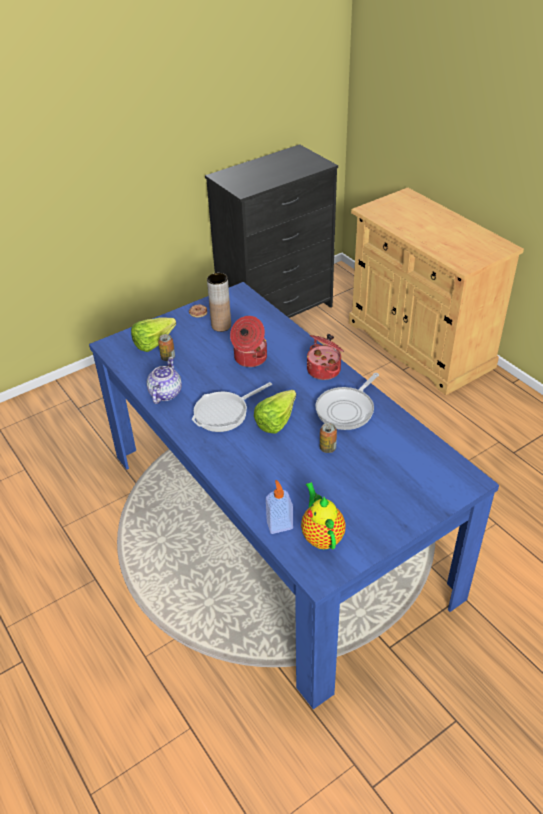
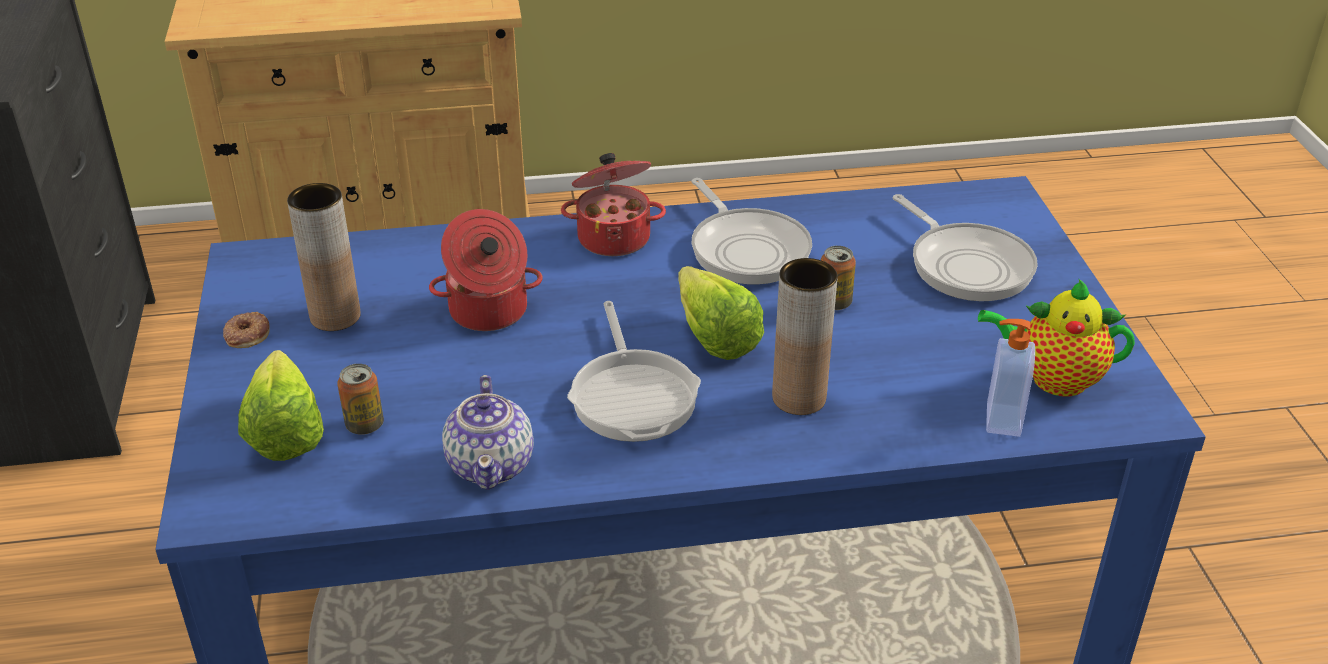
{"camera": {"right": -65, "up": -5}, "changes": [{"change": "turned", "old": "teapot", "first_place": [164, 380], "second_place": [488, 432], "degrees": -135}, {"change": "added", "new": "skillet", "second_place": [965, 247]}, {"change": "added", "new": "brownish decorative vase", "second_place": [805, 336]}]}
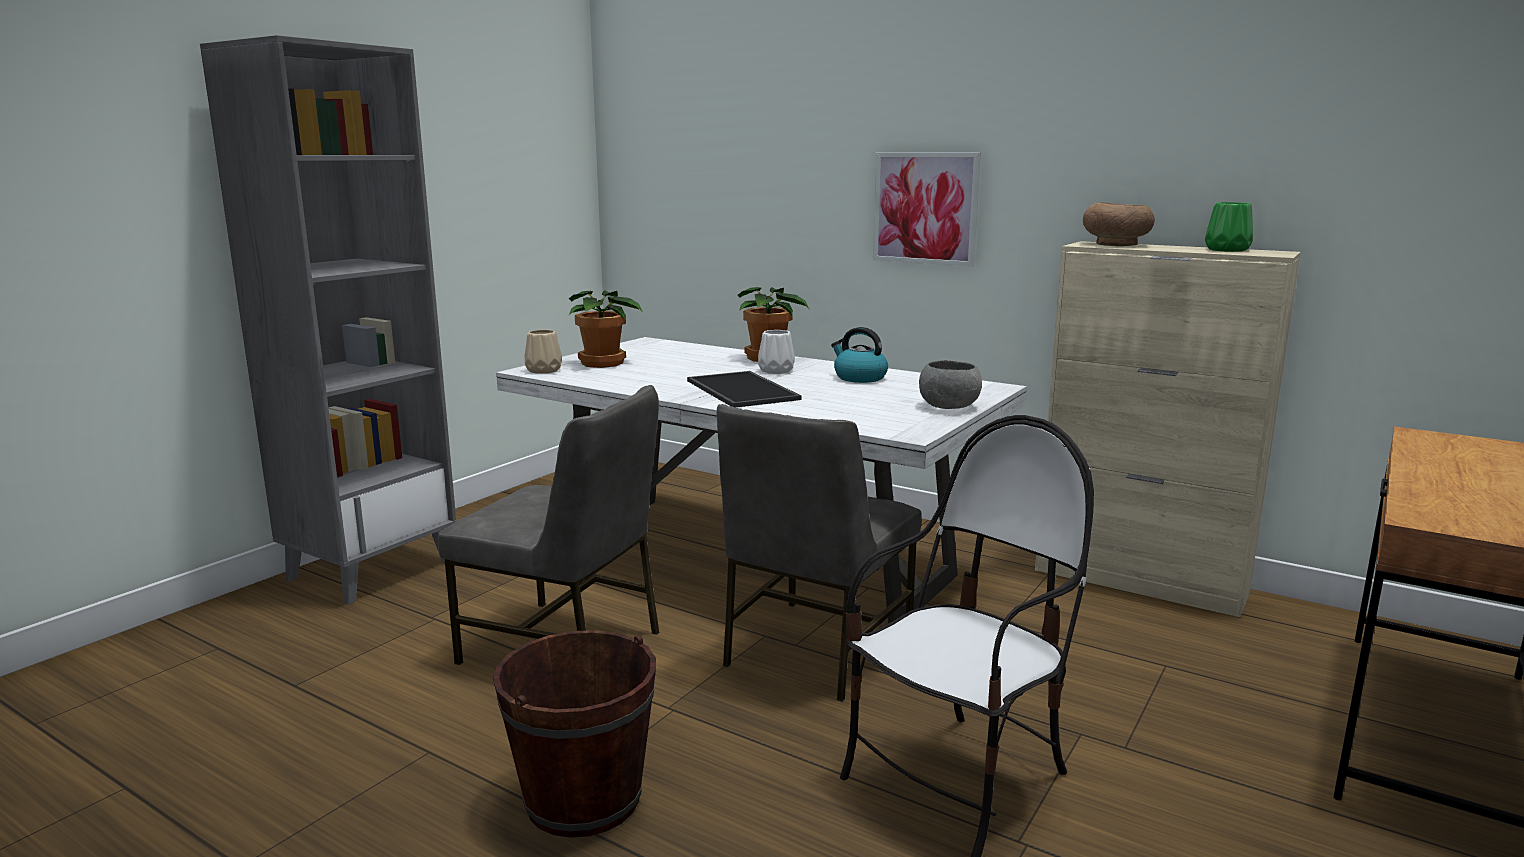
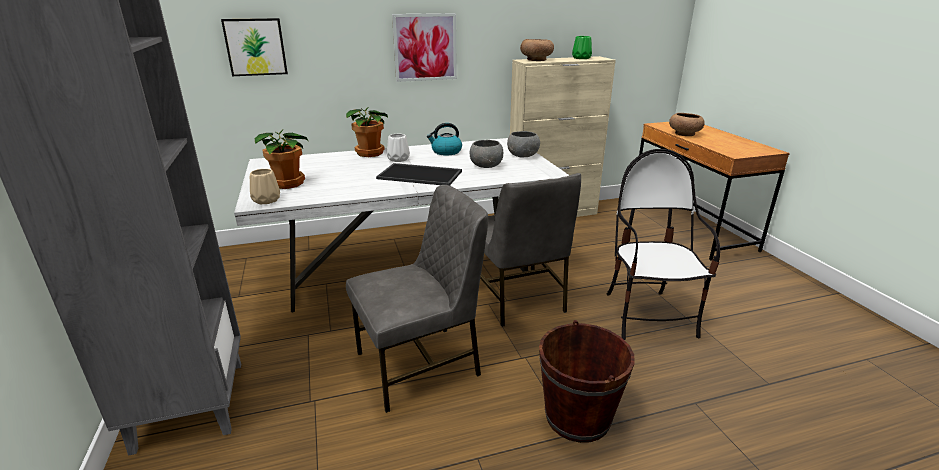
{"camera": {"right": -50, "up": 10}, "changes": [{"change": "added", "new": "wall art", "second_place": [254, 47]}, {"change": "added", "new": "brownish serving bowl", "second_place": [687, 124]}, {"change": "added", "new": "gray serving bowl", "second_place": [486, 154]}]}
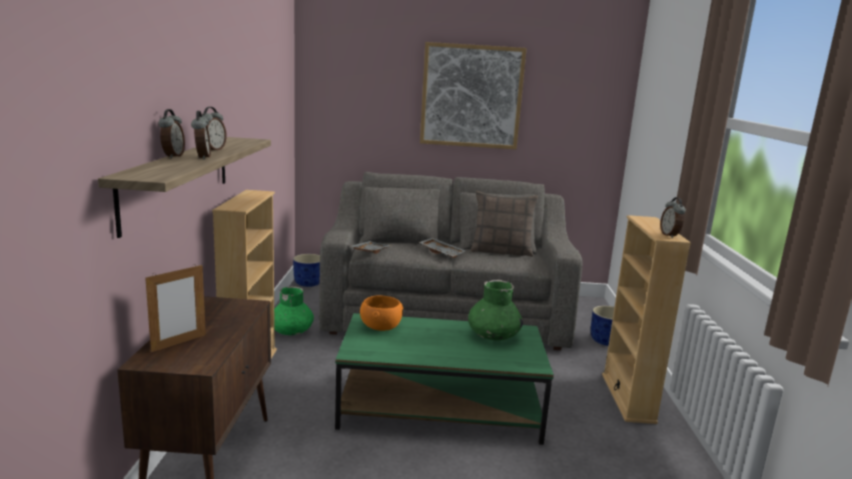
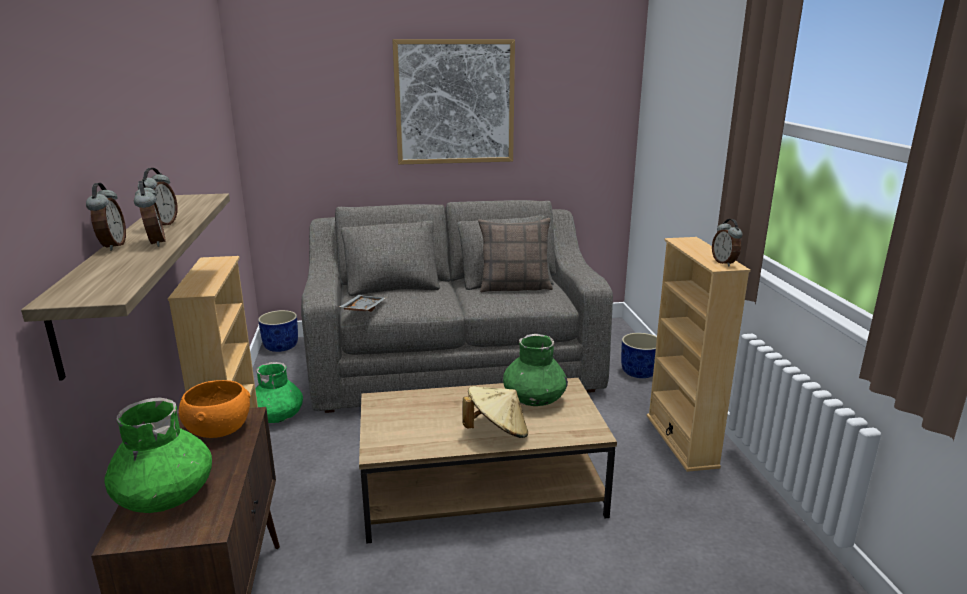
{"camera": {"right": -10, "up": 5}, "changes": [{"change": "removed", "old": "gray serving tray", "first_place": [442, 248]}, {"change": "replaced", "old": "standing frame", "new": "green-coloured decorative vase", "first_place": [175, 308], "second_place": [158, 455]}, {"change": "moved", "old": "orange-coloured serving bowl", "first_place": [381, 313], "second_place": [214, 409]}, {"change": "recoloured", "old": "green-coloured coffee table", "new": "brownish coffee table", "first_place": [444, 379], "second_place": [488, 461]}, {"change": "added", "new": "sand-coloured wearable hat", "second_place": [495, 412]}]}
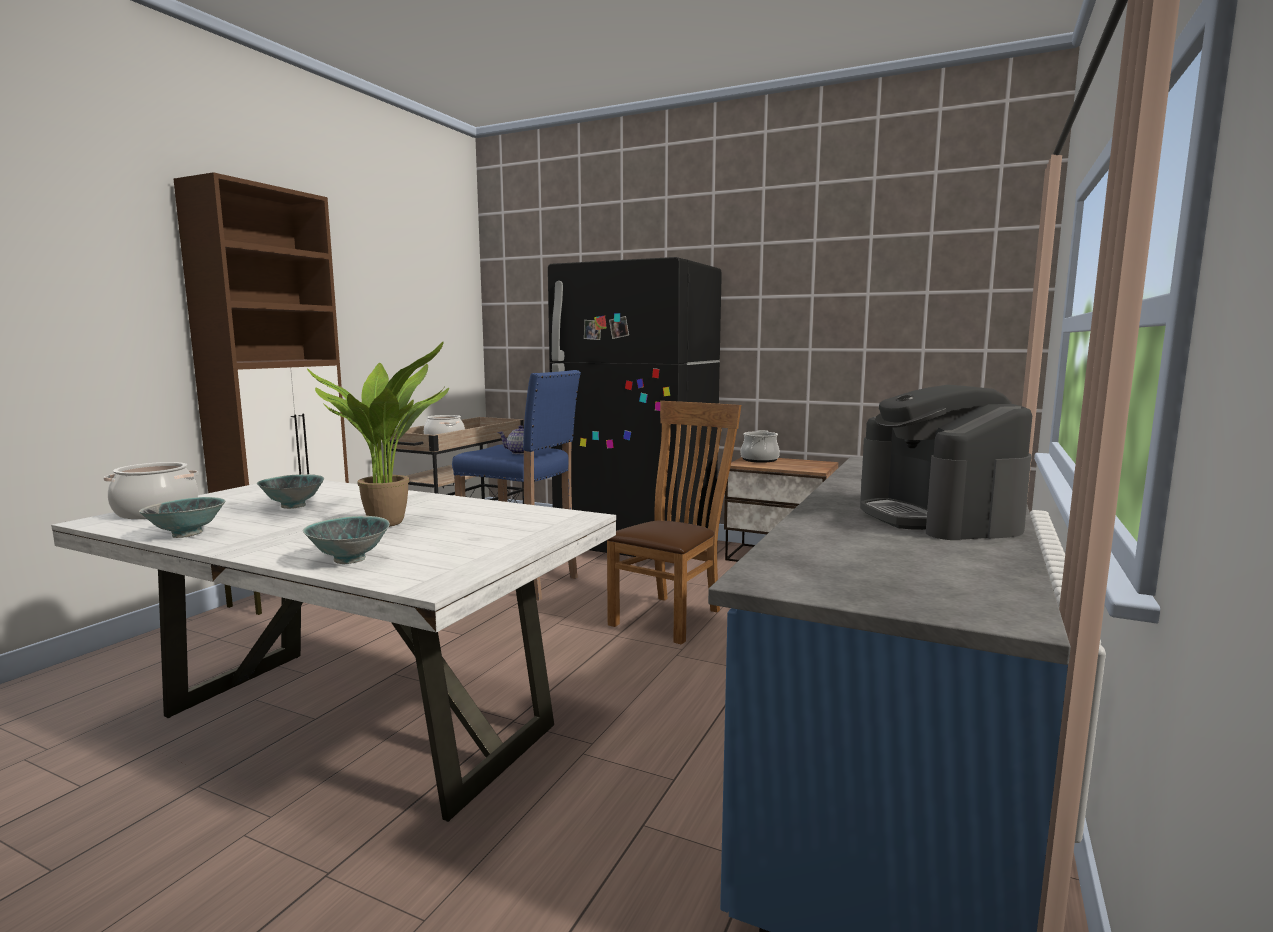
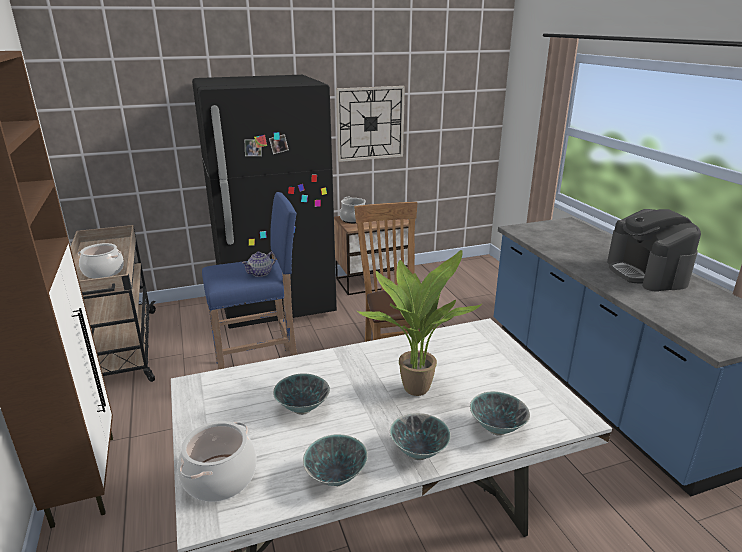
{"camera": {"right": -45, "up": 15}, "changes": [{"change": "turned", "old": "coffee brewer", "first_place": [946, 462], "second_place": [654, 250], "degrees": 45}, {"change": "added", "new": "wall clock", "second_place": [370, 124]}, {"change": "added", "new": "serving bowl", "second_place": [420, 436]}]}
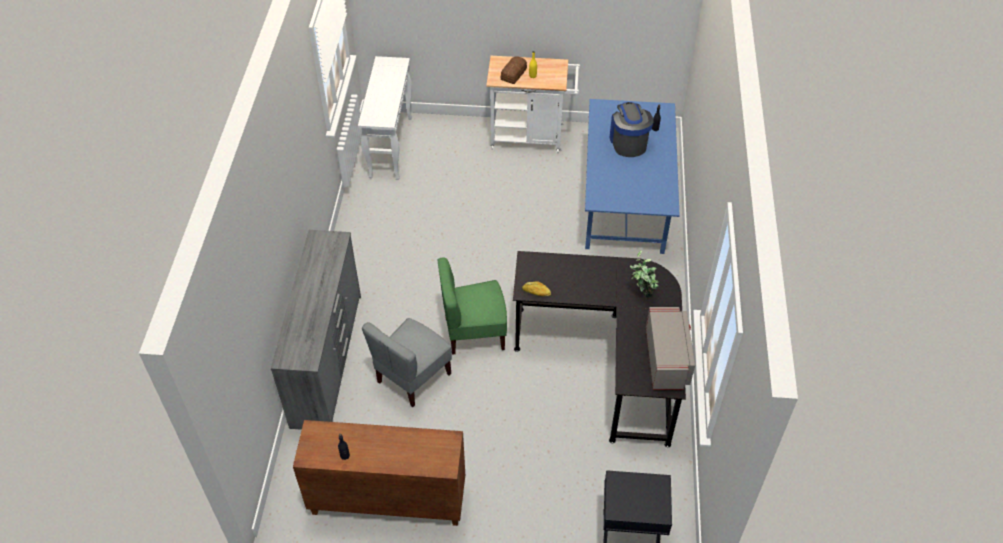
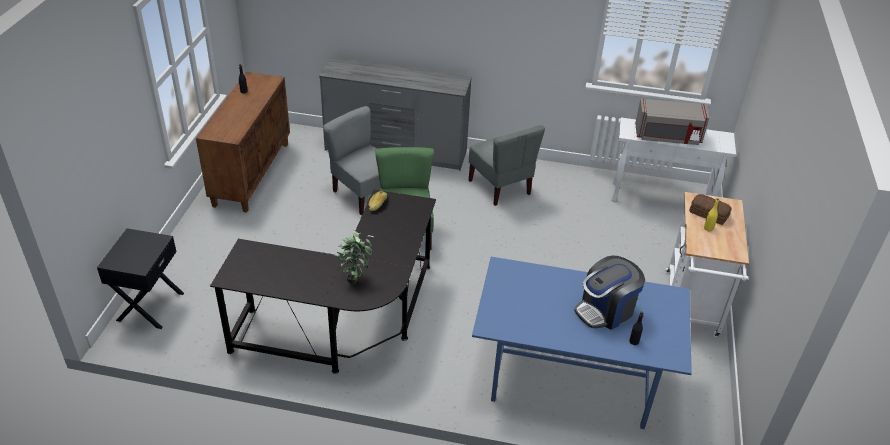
{"camera": {"right": 95, "up": -10}, "changes": [{"change": "turned", "old": "coffee brewer", "first_place": [631, 129], "second_place": [609, 292], "degrees": 150}, {"change": "moved", "old": "gray microwave", "first_place": [670, 348], "second_place": [672, 121]}, {"change": "added", "new": "gray plain chair", "second_place": [507, 165]}]}
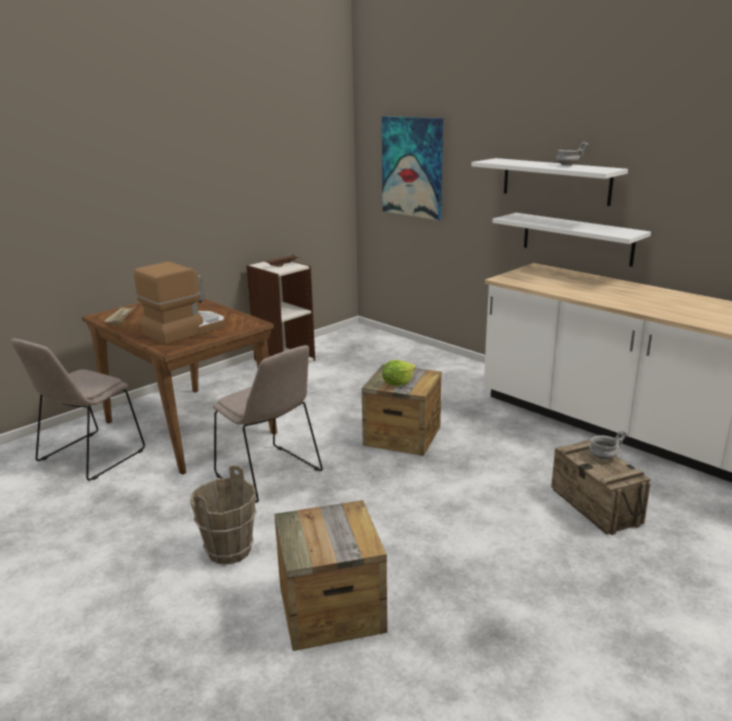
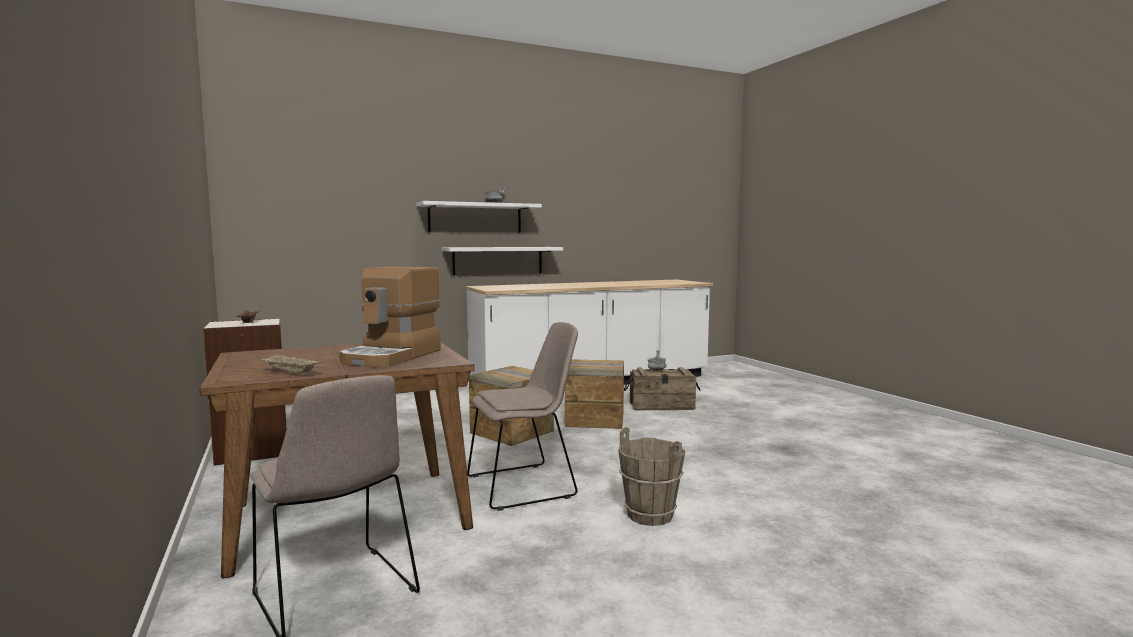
{"camera": {"right": -70, "up": -15}, "changes": [{"change": "removed", "old": "wall art", "first_place": [412, 168]}, {"change": "turned", "old": "coffee brewer", "first_place": [179, 303], "second_place": [390, 317], "degrees": -135}, {"change": "removed", "old": "head of lettuce", "first_place": [399, 373]}, {"change": "moved", "old": "packing crate", "first_place": [330, 575], "second_place": [594, 394]}]}
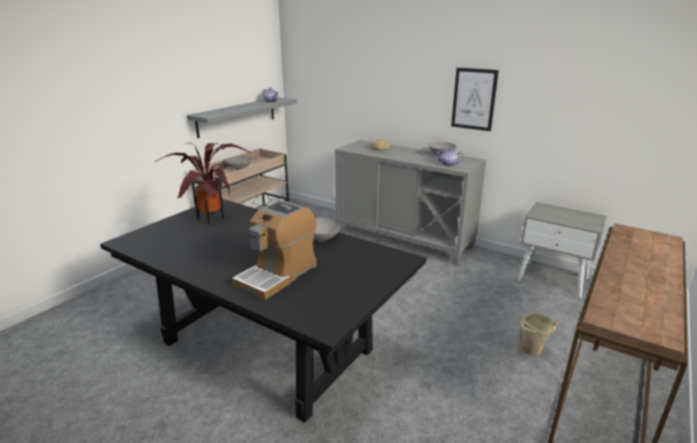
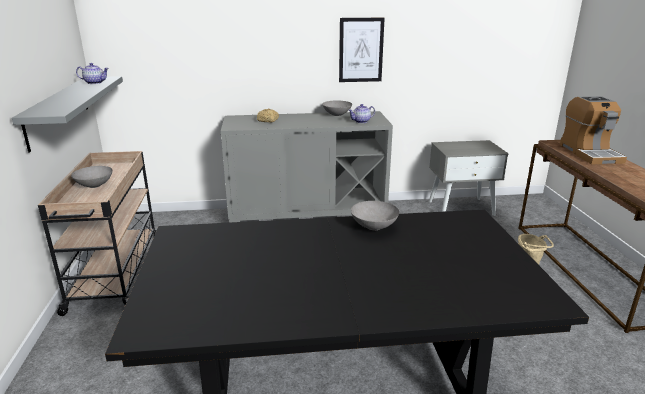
{"camera": {"right": -40, "up": 0}, "changes": [{"change": "removed", "old": "houseplant", "first_place": [203, 183]}, {"change": "moved", "old": "coffee brewer", "first_place": [274, 250], "second_place": [593, 130]}]}
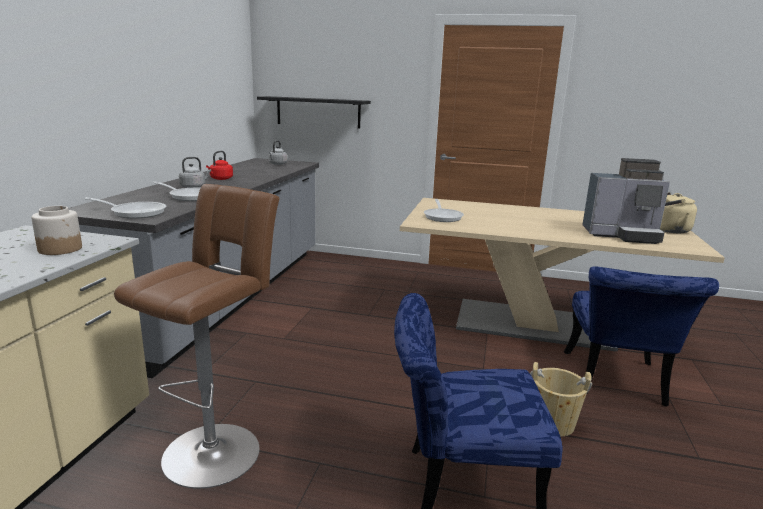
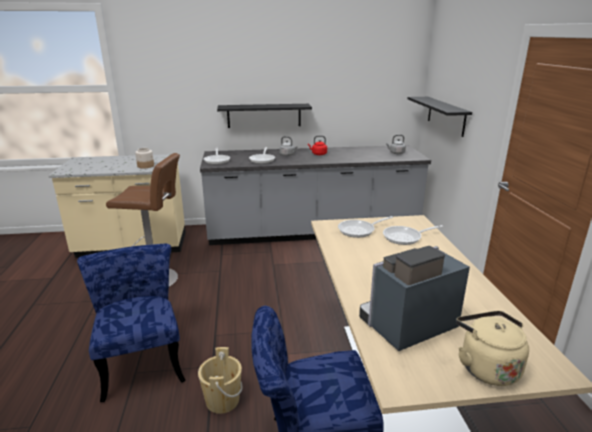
{"camera": {"right": 70, "up": 5}, "changes": [{"change": "turned", "old": "coffee brewer", "first_place": [626, 201], "second_place": [414, 298], "degrees": 75}, {"change": "added", "new": "blackish shelf", "second_place": [264, 116]}, {"change": "added", "new": "skillet", "second_place": [413, 235]}]}
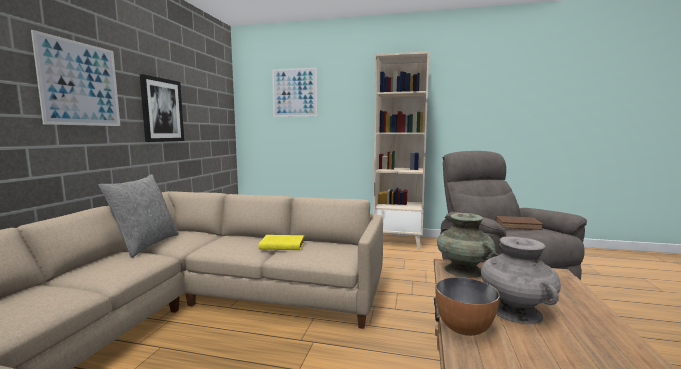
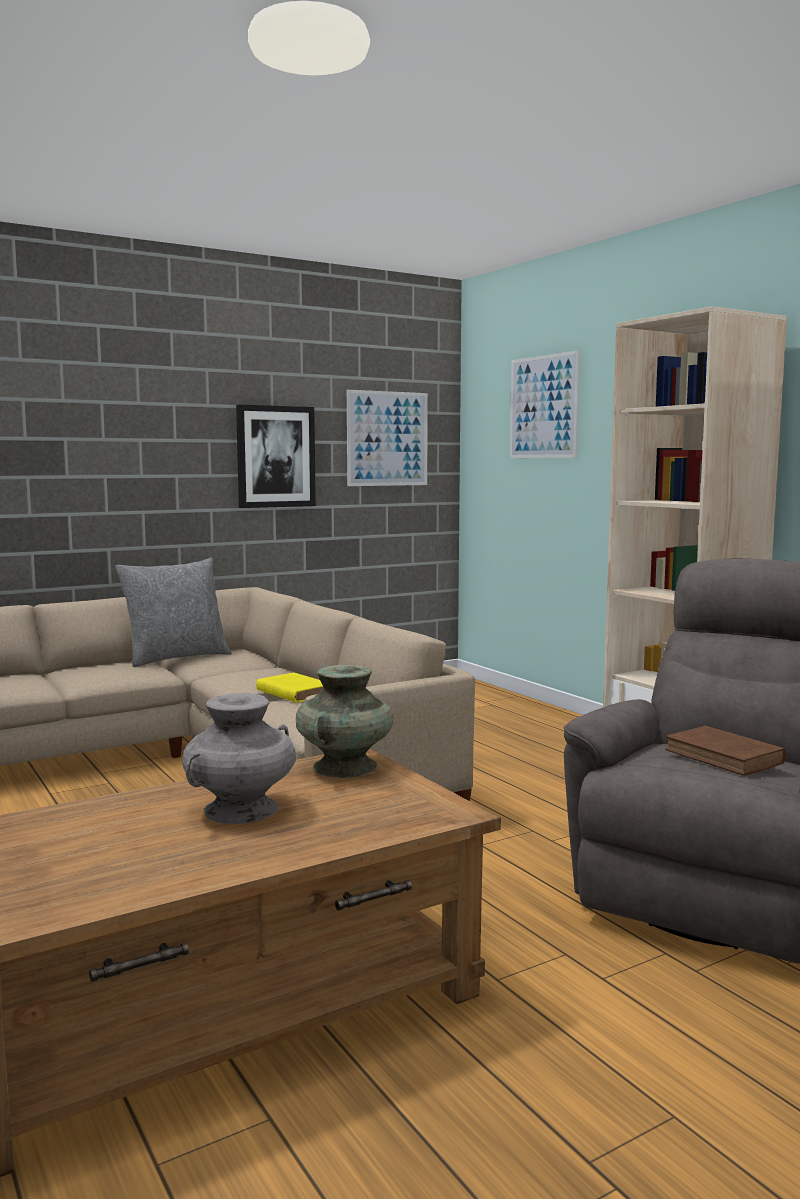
{"camera": {"right": 45, "up": 0}, "changes": [{"change": "moved", "old": "wall art", "first_place": [75, 78], "second_place": [387, 438]}, {"change": "removed", "old": "serving bowl", "first_place": [467, 306]}]}
